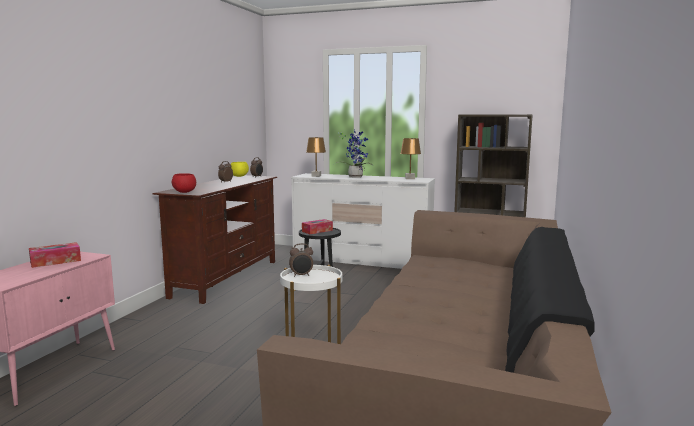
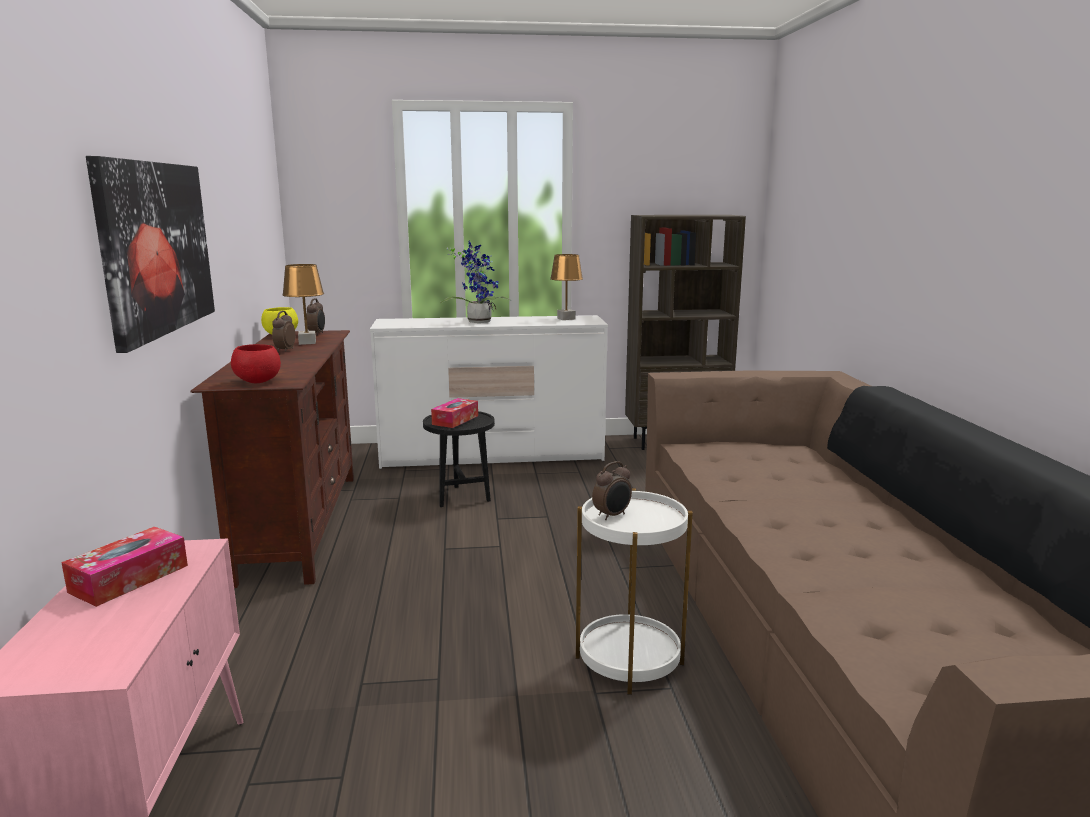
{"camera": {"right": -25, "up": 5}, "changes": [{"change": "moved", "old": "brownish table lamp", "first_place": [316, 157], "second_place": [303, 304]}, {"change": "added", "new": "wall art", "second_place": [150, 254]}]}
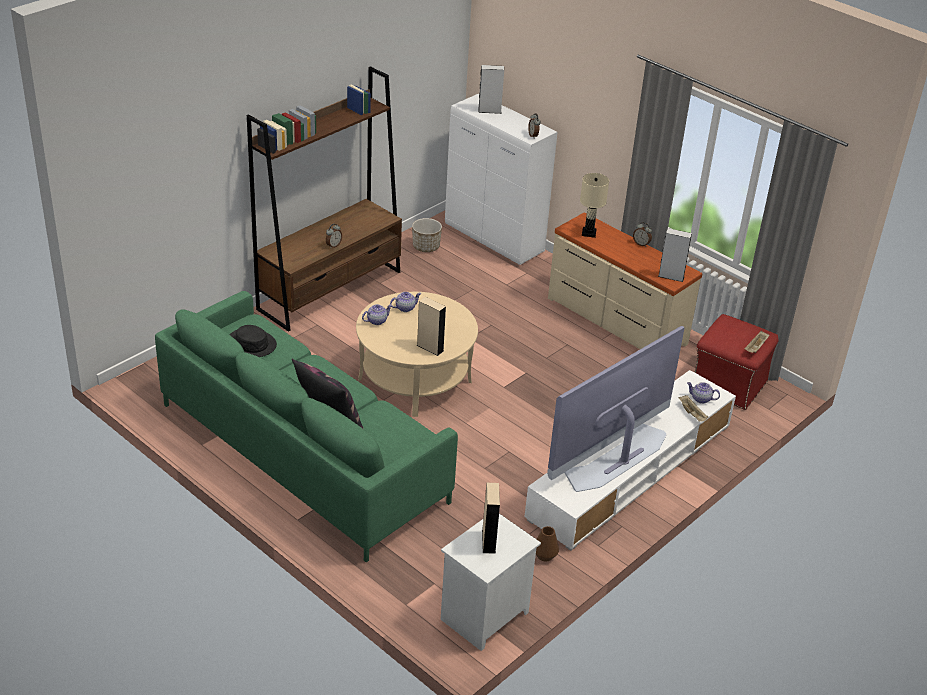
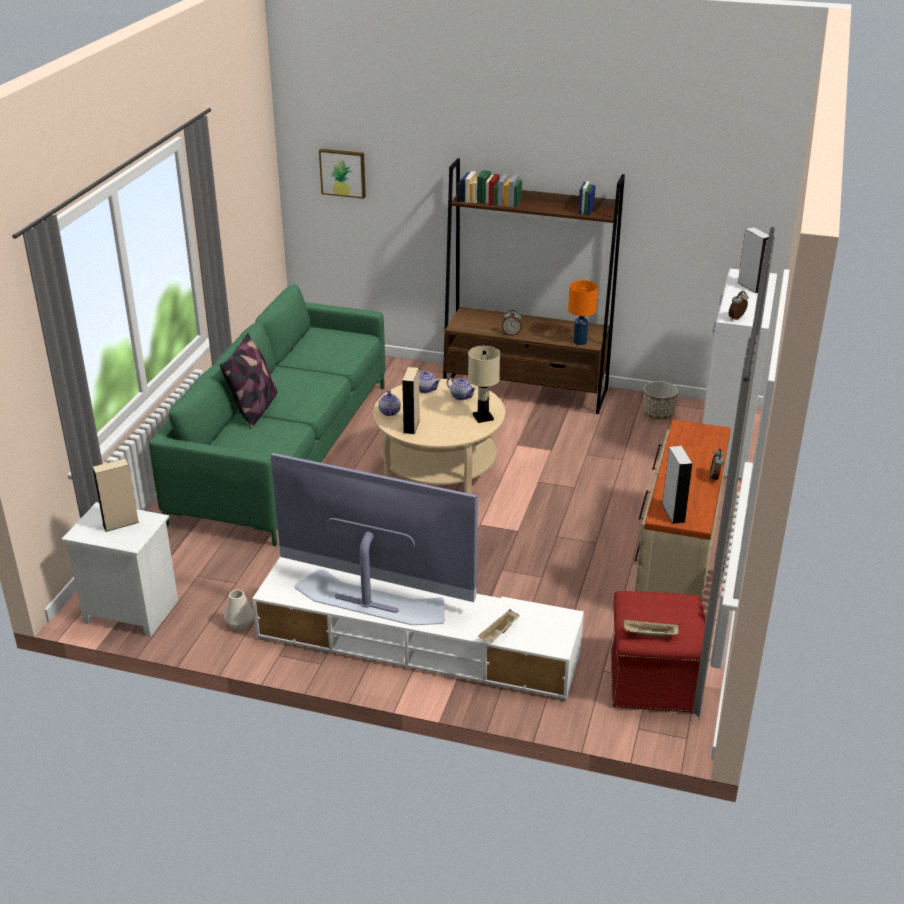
{"camera": {"right": 65, "up": -5}, "changes": [{"change": "moved", "old": "sand-coloured table lamp", "first_place": [594, 205], "second_place": [484, 384]}, {"change": "removed", "old": "blackish wearable hat", "first_place": [253, 341]}, {"change": "moved", "old": "teapot", "first_place": [703, 393], "second_place": [390, 402]}, {"change": "recoloured", "old": "brownish decorative vase", "new": "whitish decorative vase", "first_place": [547, 544], "second_place": [239, 610]}, {"change": "added", "new": "wall art", "second_place": [342, 174]}, {"change": "added", "new": "orange-coloured table lamp", "second_place": [583, 312]}]}
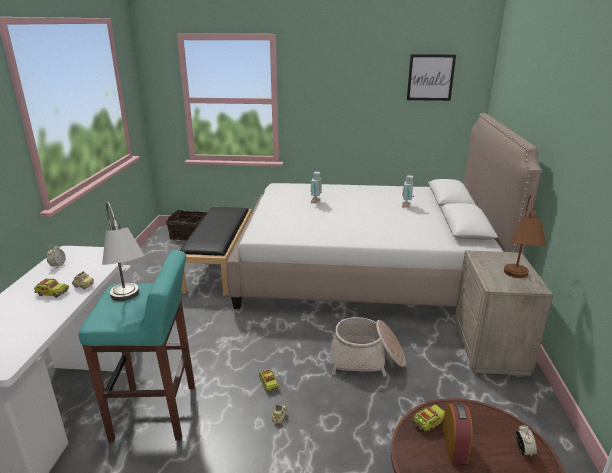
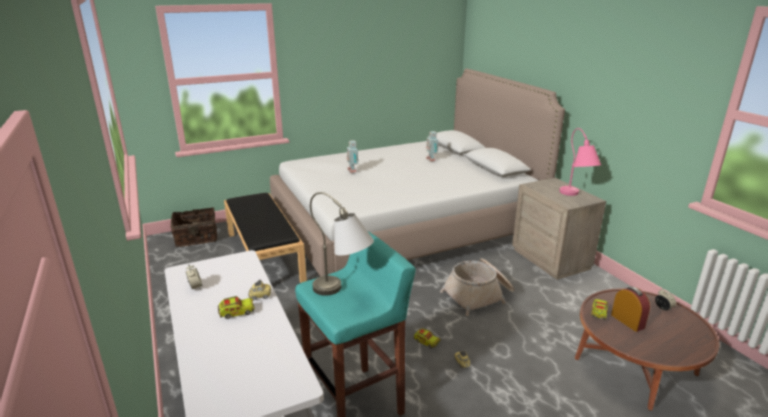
{"camera": {"right": -30, "up": 0}, "changes": [{"change": "removed", "old": "wall art", "first_place": [431, 77]}, {"change": "recoloured", "old": "brownish table lamp", "new": "pink-coloured table lamp", "first_place": [525, 236], "second_place": [580, 162]}]}
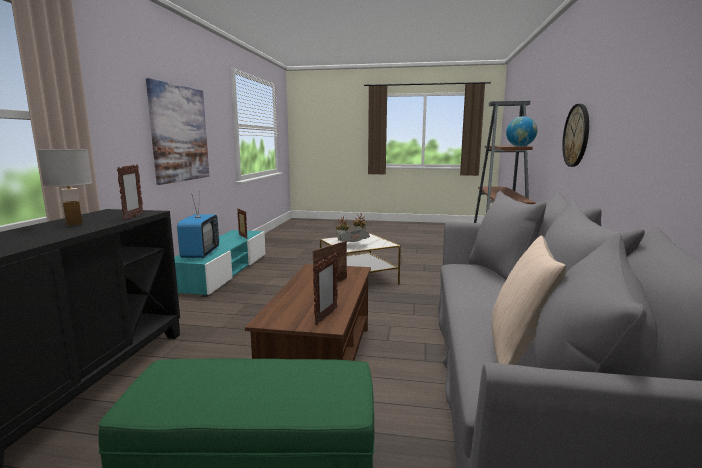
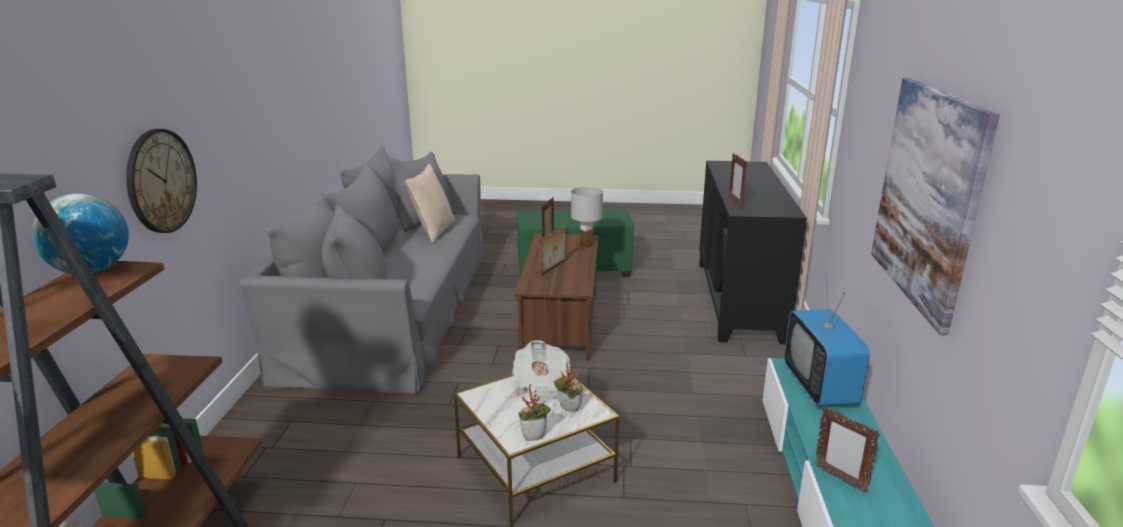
{"camera": {"right": 175, "up": 10}, "changes": [{"change": "moved", "old": "whitish table lamp", "first_place": [64, 187], "second_place": [587, 217]}]}
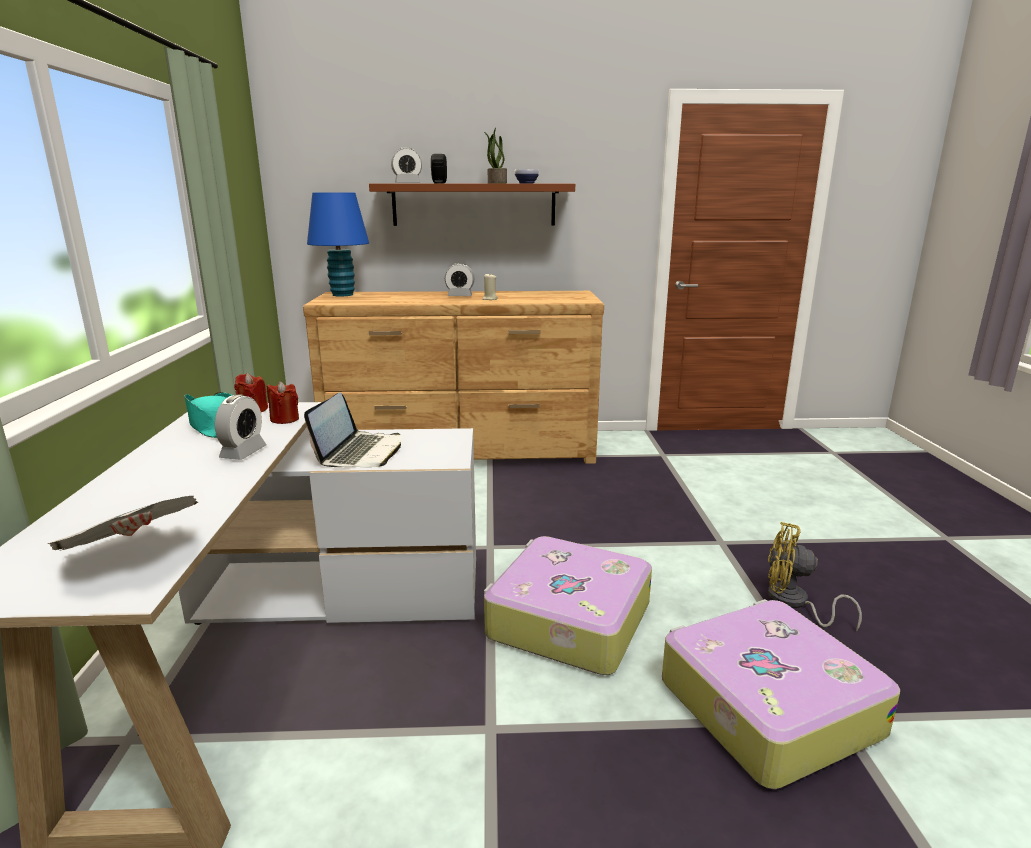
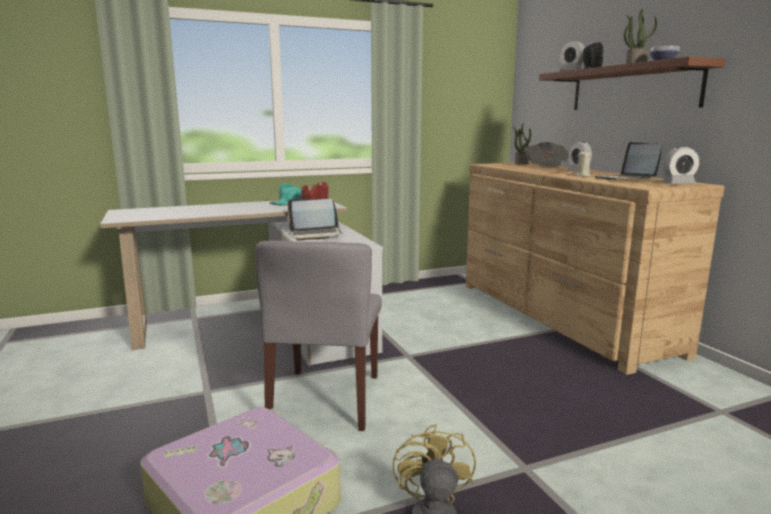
{"camera": {"right": 70, "up": -5}, "changes": [{"change": "replaced", "old": "blue-coloured table lamp", "new": "houseplant", "first_place": [338, 245], "second_place": [521, 144]}, {"change": "moved", "old": "table clock", "first_place": [241, 427], "second_place": [681, 165]}, {"change": "moved", "old": "newspaper", "first_place": [123, 523], "second_place": [546, 154]}, {"change": "replaced", "old": "travel case", "new": "gray plain chair", "first_place": [568, 605], "second_place": [318, 336]}, {"change": "added", "new": "portable computer", "second_place": [628, 161]}]}
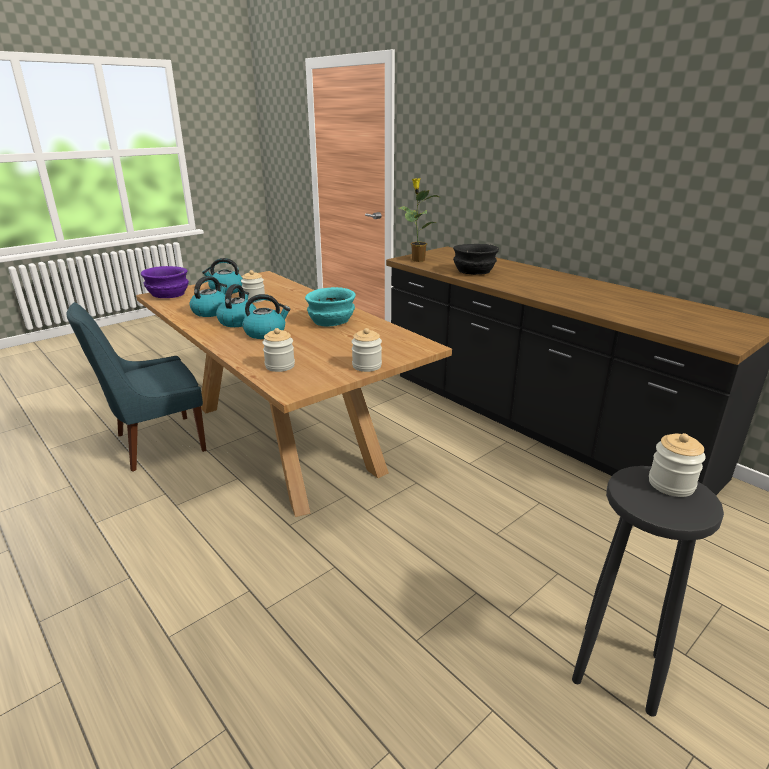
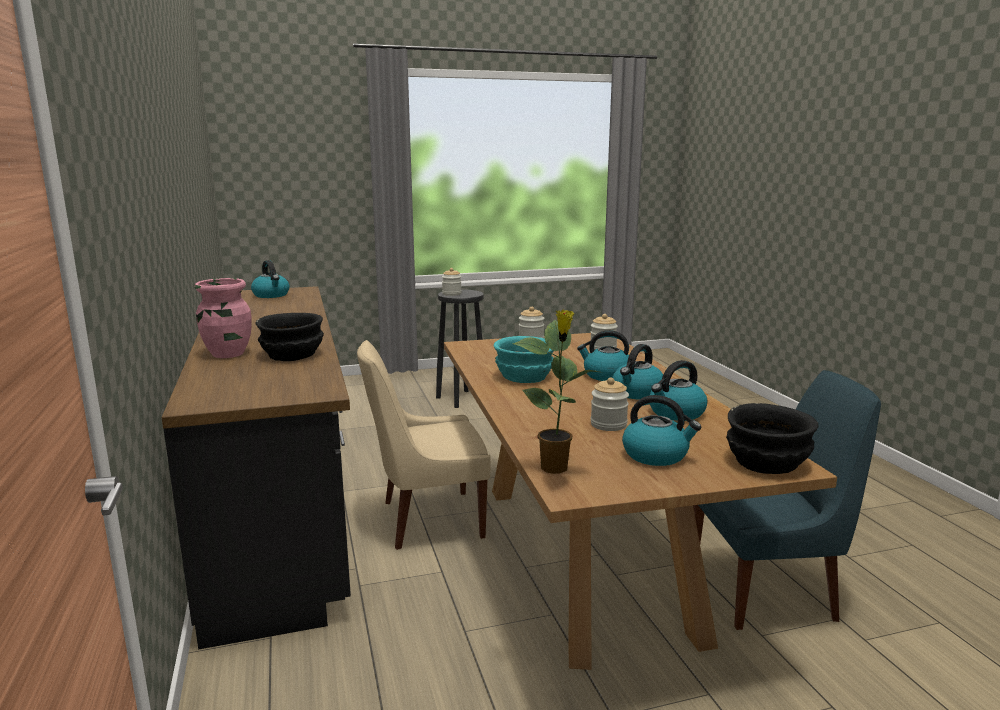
{"camera": {"right": -155, "up": -10}, "changes": [{"change": "moved", "old": "houseplant", "first_place": [419, 220], "second_place": [556, 391]}, {"change": "recoloured", "old": "purple serving bowl", "new": "blackish serving bowl", "first_place": [165, 282], "second_place": [772, 438]}, {"change": "added", "new": "kettle", "second_place": [270, 279]}, {"change": "added", "new": "pink-coloured decorative vase", "second_place": [223, 318]}, {"change": "added", "new": "sand-coloured plain chair", "second_place": [424, 445]}]}
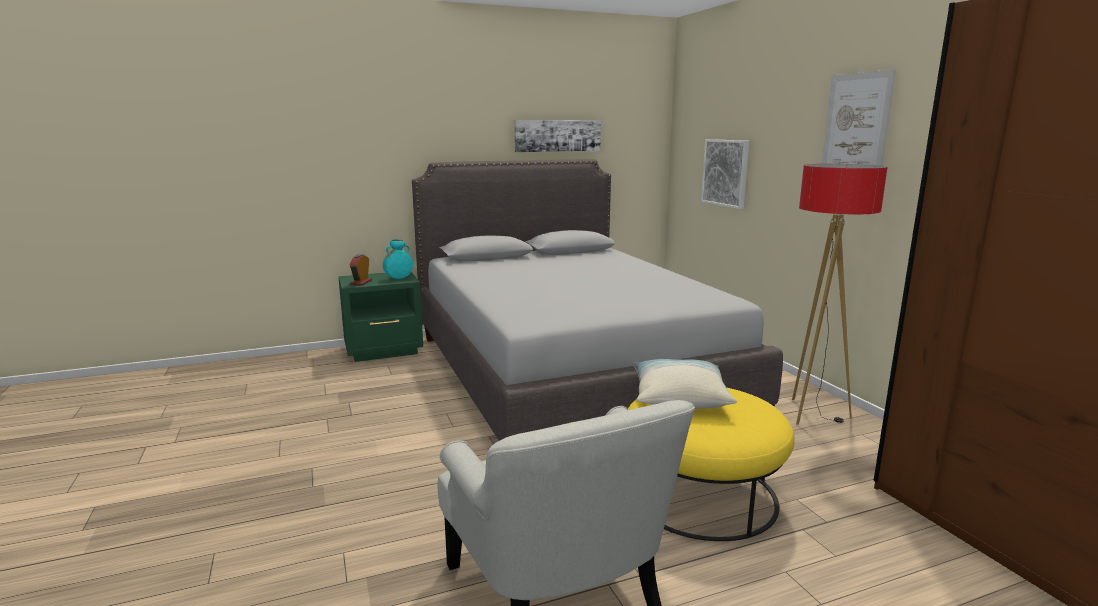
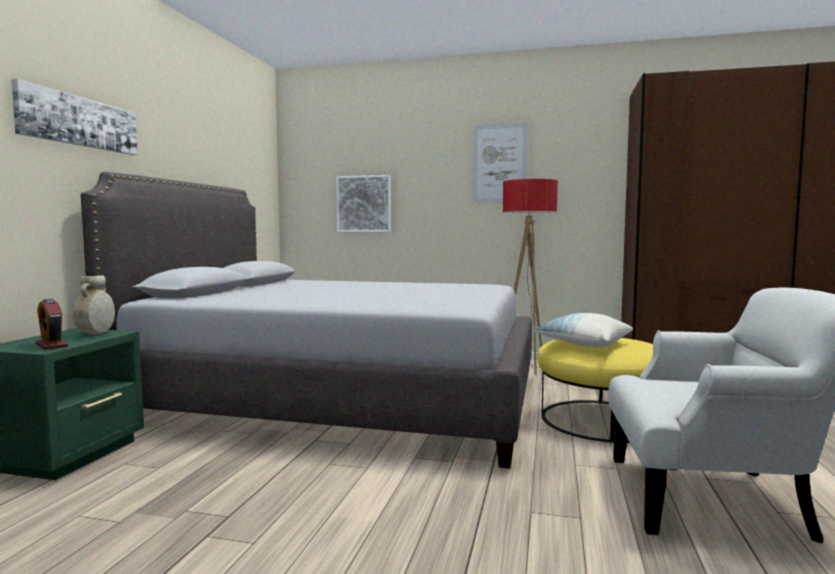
{"camera": {"right": -55, "up": -10}, "changes": [{"change": "moved", "old": "wall art", "first_place": [557, 136], "second_place": [74, 117]}, {"change": "recoloured", "old": "turquoise-coloured decorative vase", "new": "sand-coloured decorative vase", "first_place": [398, 259], "second_place": [94, 305]}]}
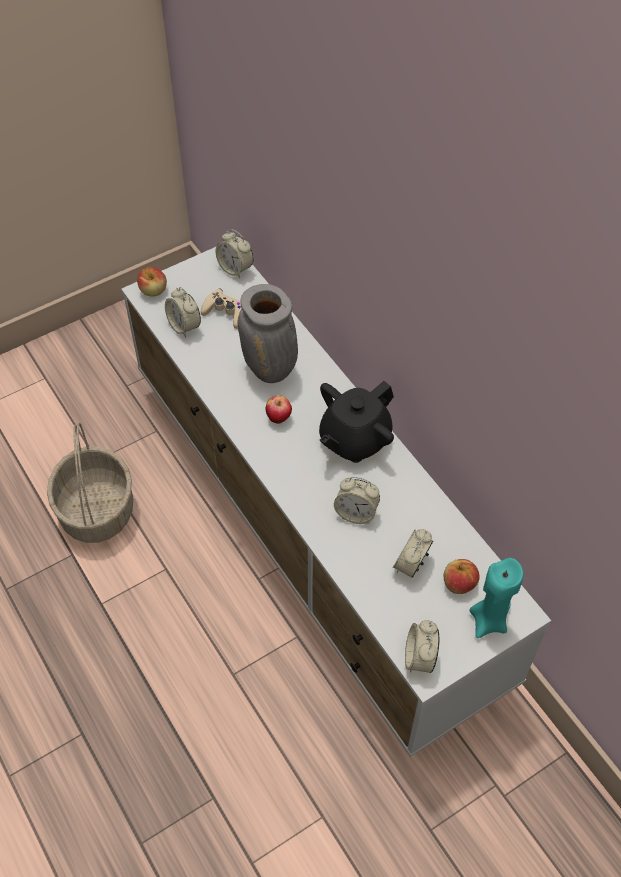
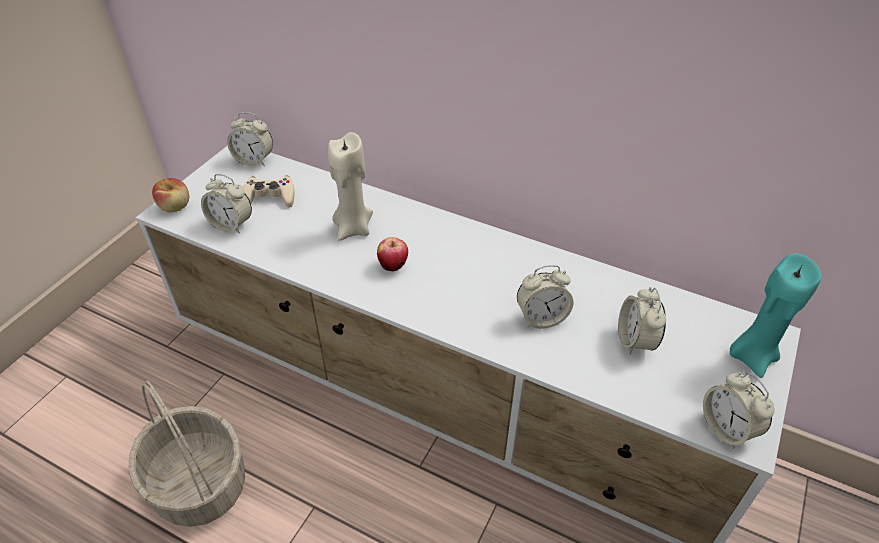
{"camera": {"right": -30, "up": -10}, "changes": [{"change": "replaced", "old": "gray decorative vase", "new": "sand-coloured wax candle", "first_place": [268, 333], "second_place": [350, 186]}, {"change": "removed", "old": "blackish teapot", "first_place": [356, 422]}, {"change": "removed", "old": "apple fruit", "first_place": [461, 576]}]}
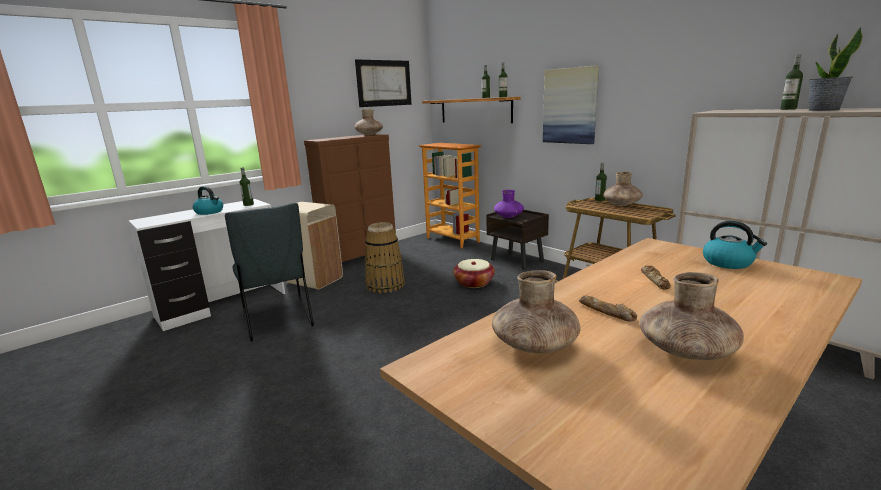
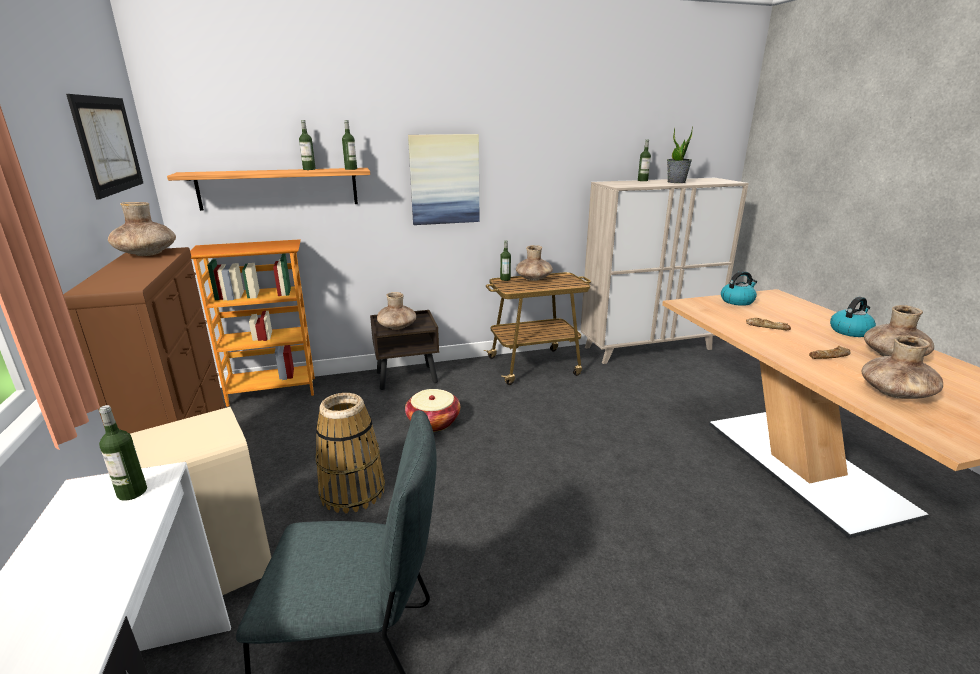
{"camera": {"right": -65, "up": 5}, "changes": [{"change": "moved", "old": "kettle", "first_place": [208, 200], "second_place": [853, 317]}, {"change": "recoloured", "old": "purple decorative vase", "new": "brownish decorative vase", "first_place": [509, 204], "second_place": [396, 311]}]}
